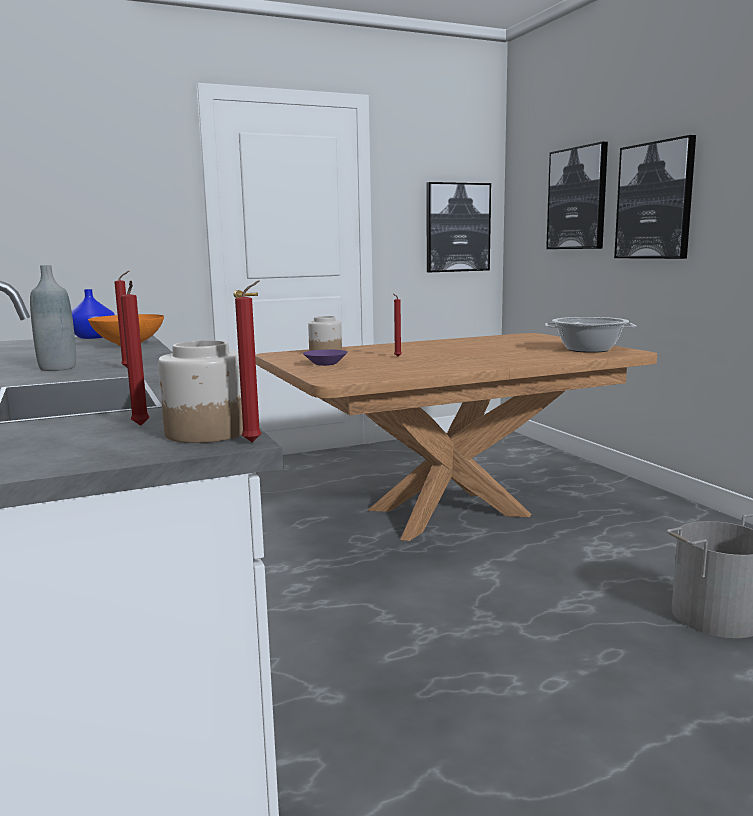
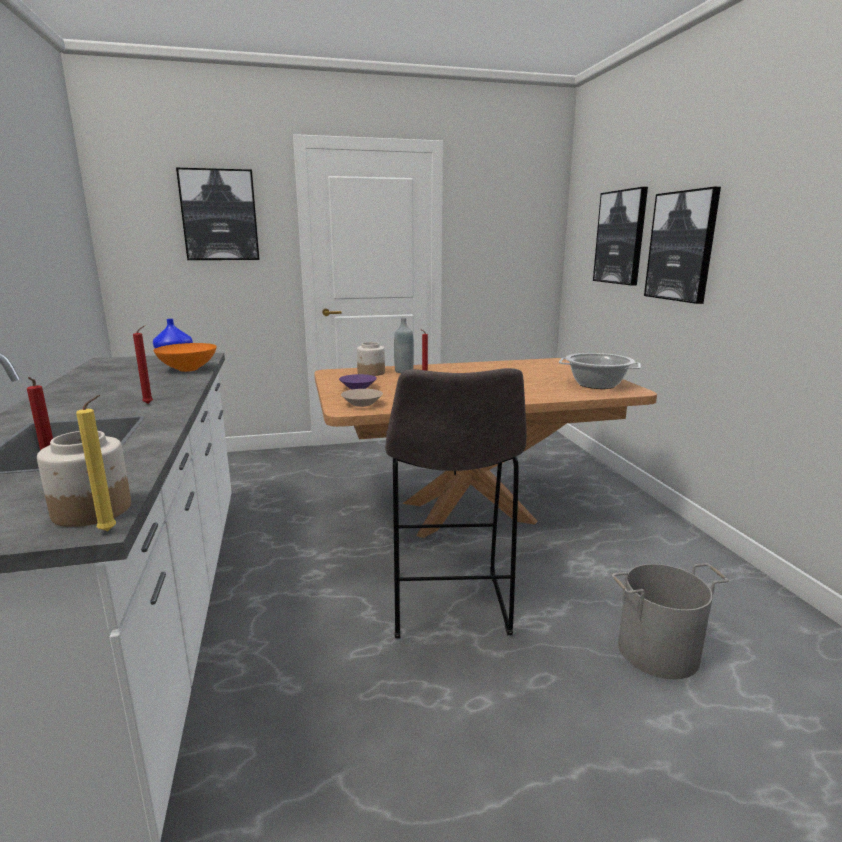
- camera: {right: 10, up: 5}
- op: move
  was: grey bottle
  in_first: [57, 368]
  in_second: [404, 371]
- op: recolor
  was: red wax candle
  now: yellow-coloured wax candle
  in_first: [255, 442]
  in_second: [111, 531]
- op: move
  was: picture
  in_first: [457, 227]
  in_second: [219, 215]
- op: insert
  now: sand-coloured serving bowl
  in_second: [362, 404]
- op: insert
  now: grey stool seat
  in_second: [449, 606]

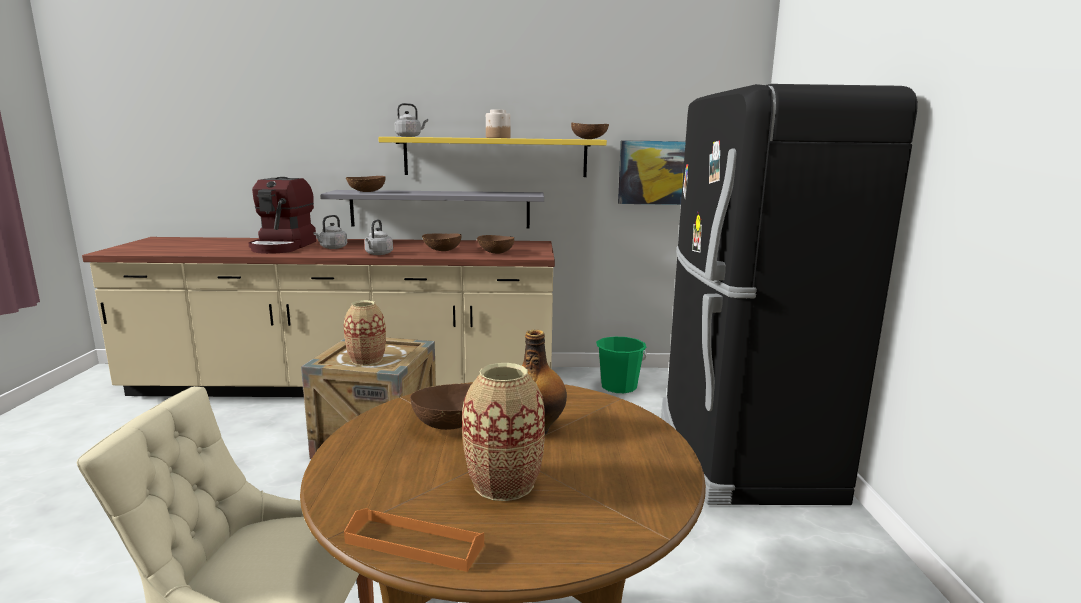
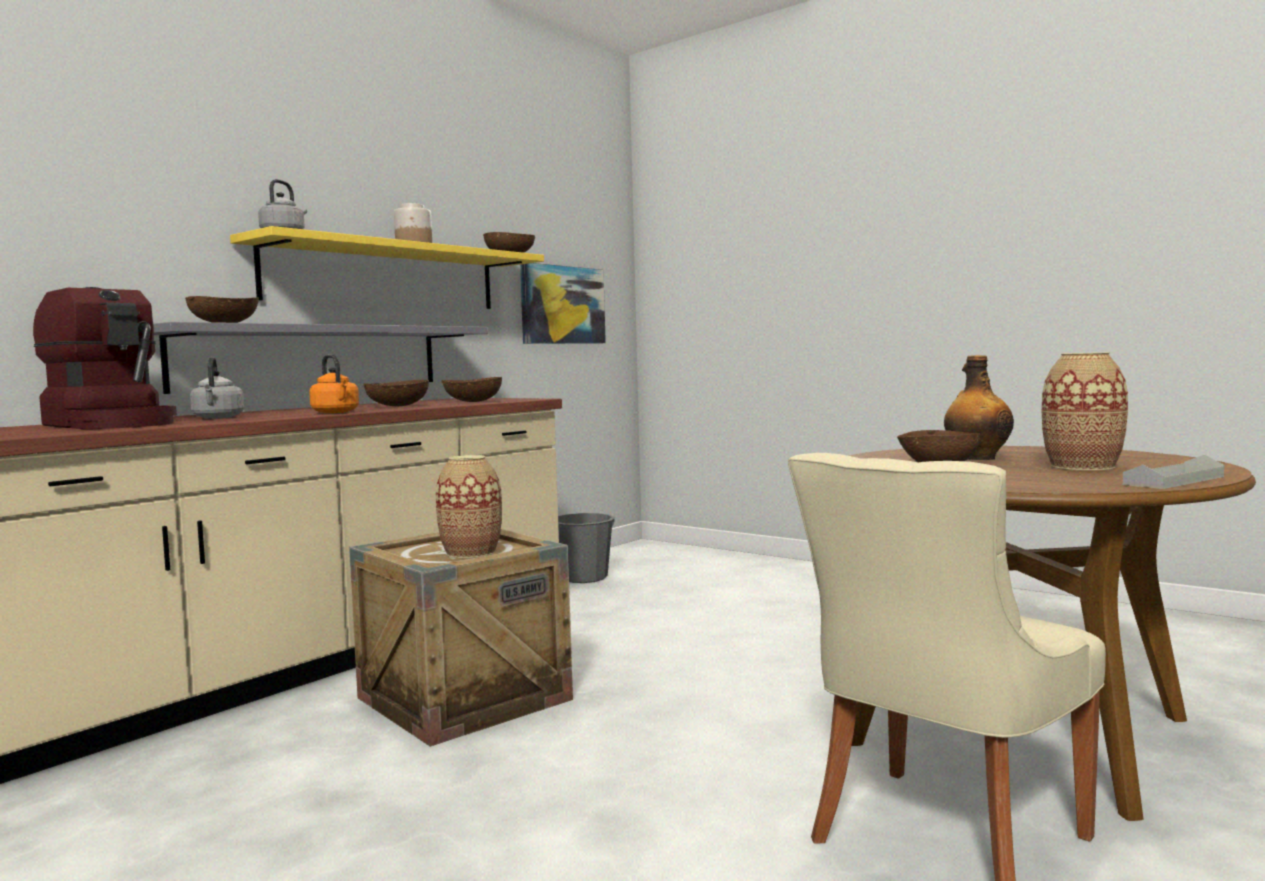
- camera: {right: -50, up: -10}
- op: recolor
  was: orange tray
  now: grey tray
  in_first: [414, 544]
  in_second: [1174, 480]
- op: recolor
  was: grey water kettle
  now: orange water kettle
  in_first: [378, 254]
  in_second: [336, 412]
- op: recolor
  was: green water bucket
  now: grey water bucket
  in_first: [619, 387]
  in_second: [583, 577]
- op: delete
  was: black-coloured refrigerator
  in_first: [739, 453]

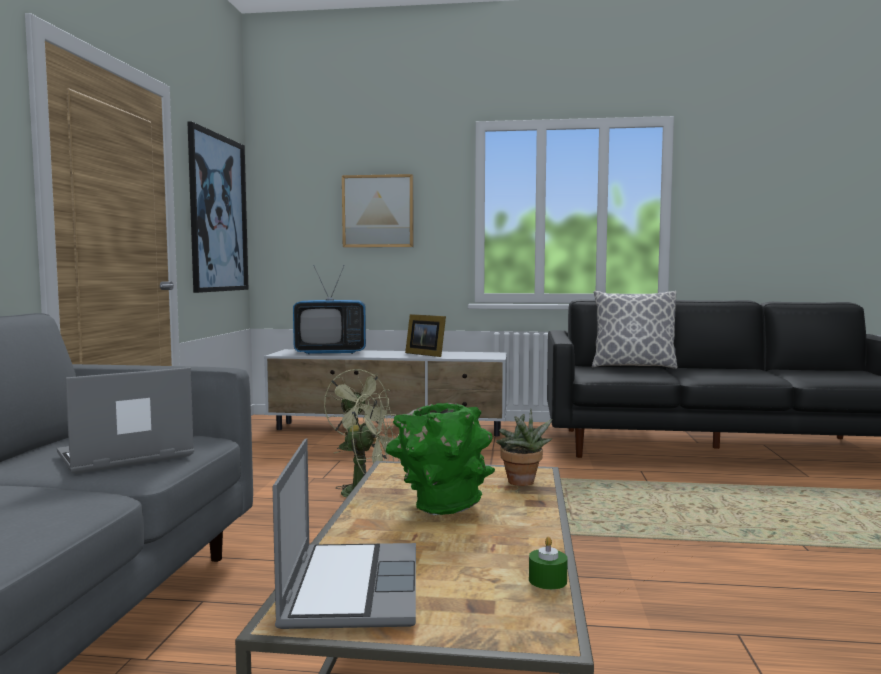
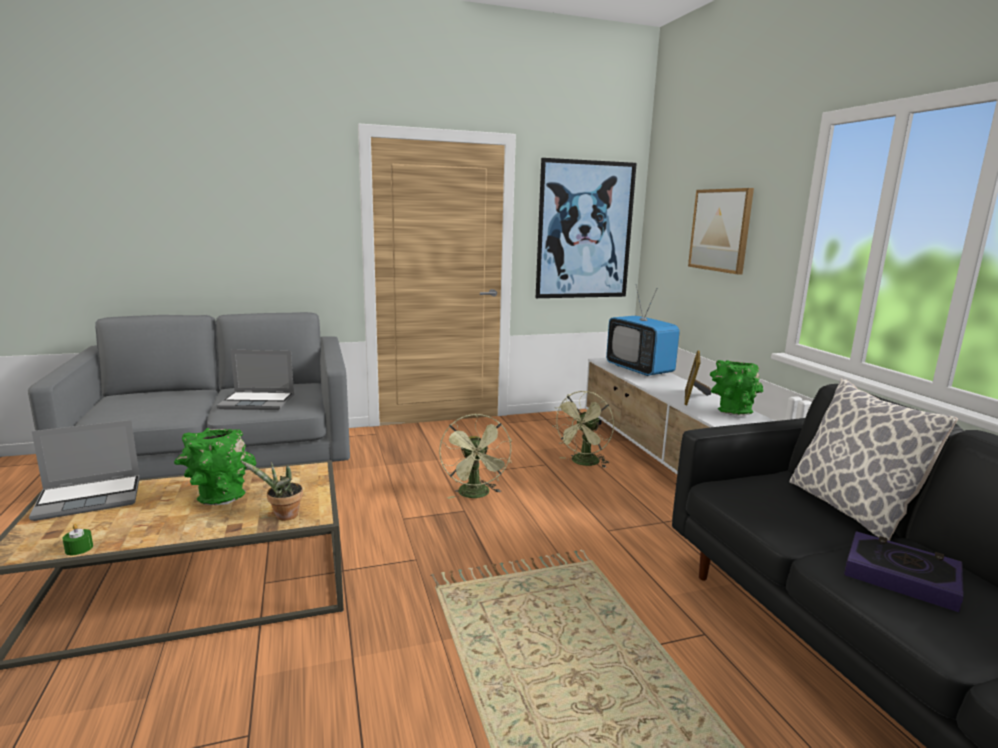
- camera: {right: 65, up: 10}
- op: rotate
  was: notebook computer
  in_first: [124, 456]
  in_second: [258, 402]
  clockwise: 150
- op: insert
  now: green flower vase
  in_second: [731, 412]
- op: insert
  now: book
  in_second: [901, 576]

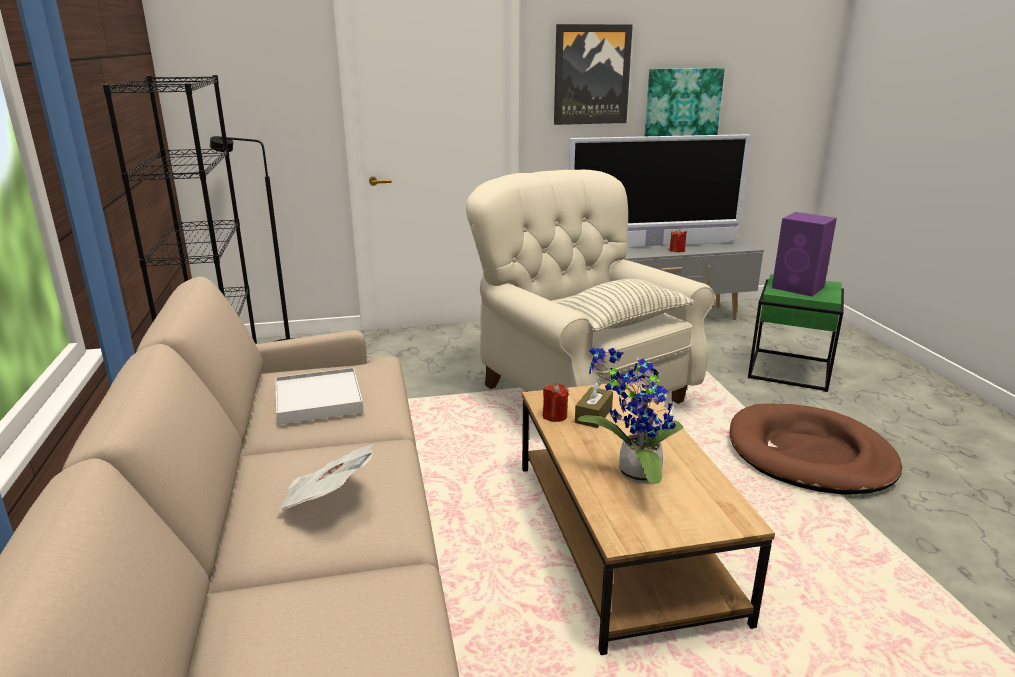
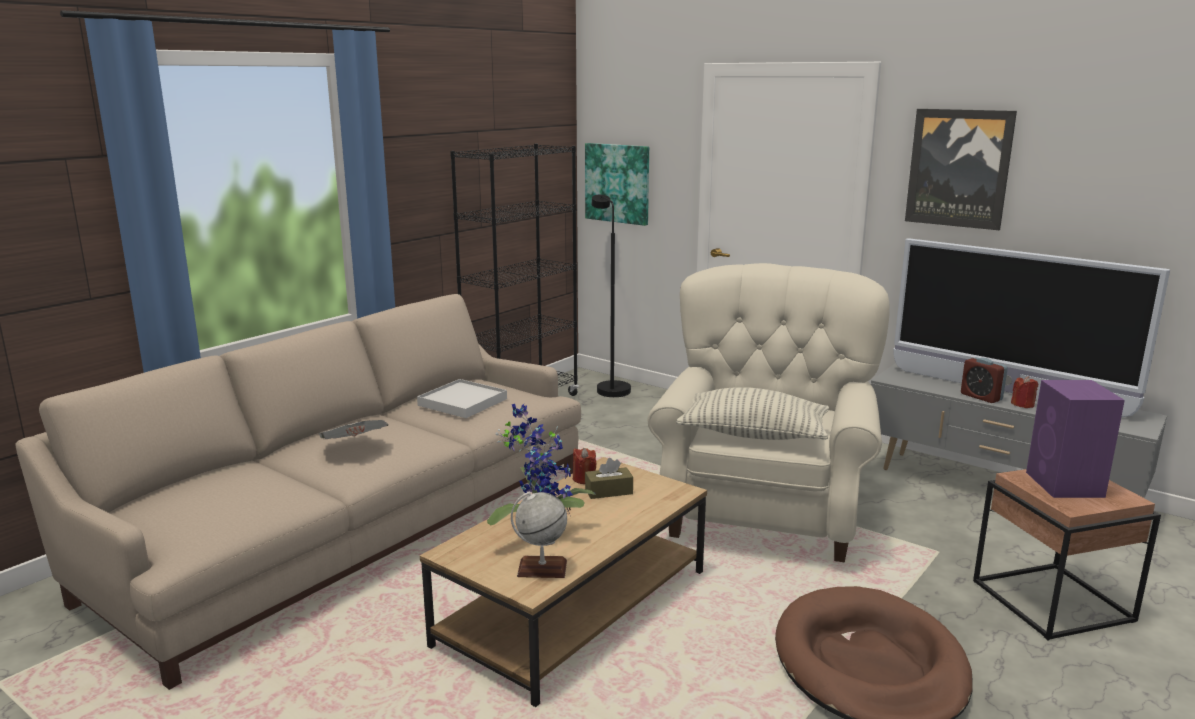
- camera: {right: 50, up: -5}
- op: move
  was: picture
  in_first: [682, 109]
  in_second: [618, 183]
- op: recolor
  was: green end table
  now: brownish end table
  in_first: [790, 370]
  in_second: [1054, 602]
- op: insert
  now: globe
  in_second: [542, 568]
- op: insert
  now: alarm clock
  in_second: [981, 397]

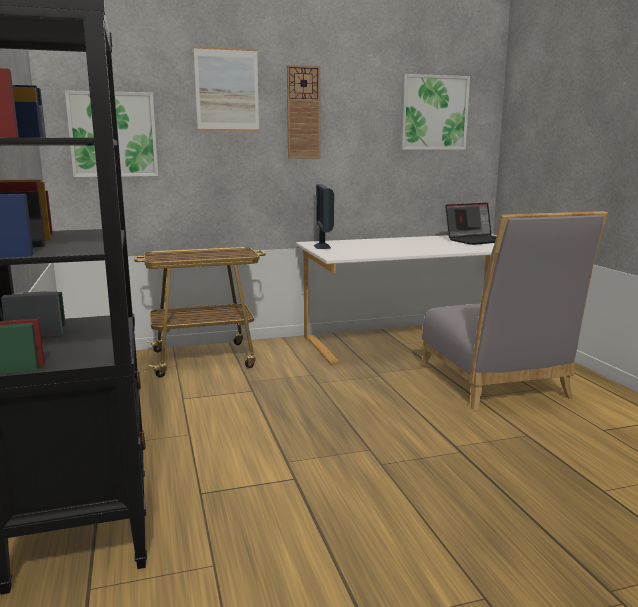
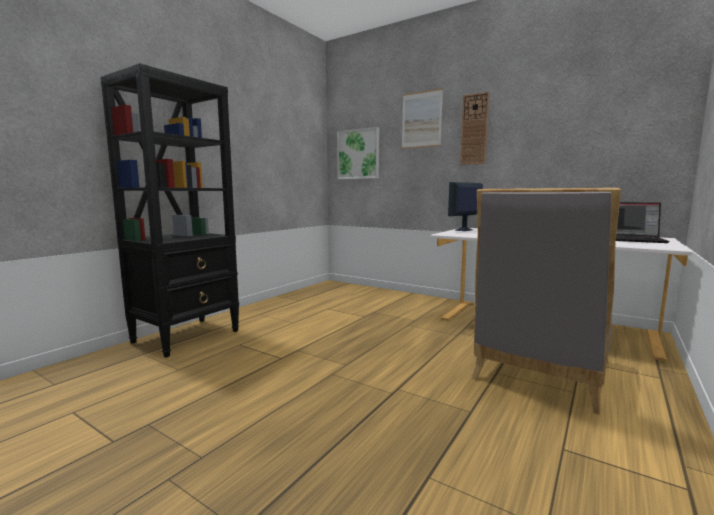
- camera: {right: 50, up: -5}
- op: delete
  was: cart
  in_first: [205, 359]
- op: delete
  was: picture
  in_first: [433, 113]

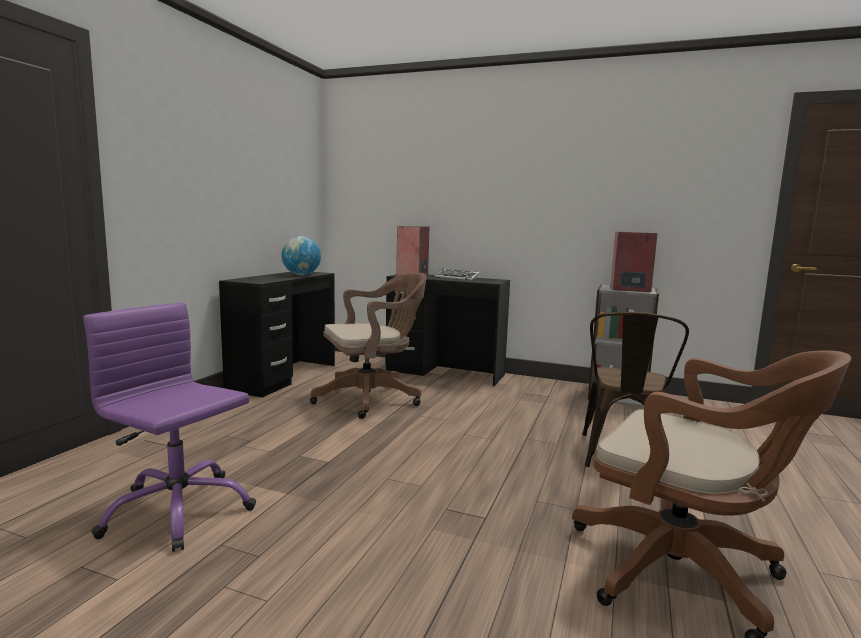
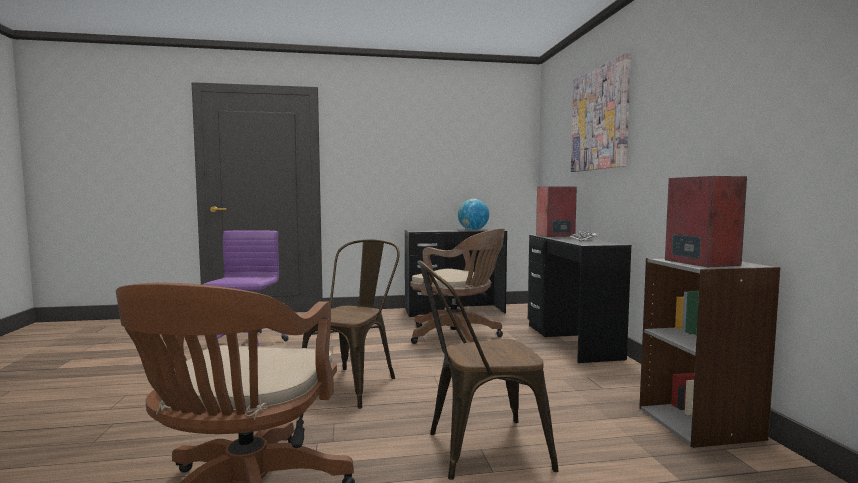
- camera: {right: 60, up: -5}
- op: insert
  now: brownish upright chair
  in_second: [353, 383]
- op: insert
  now: picture
  in_second: [600, 119]

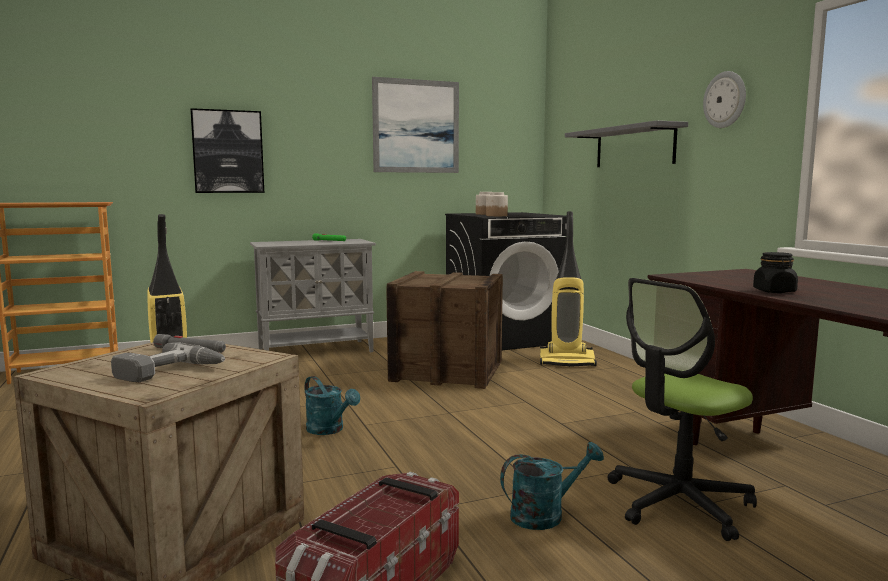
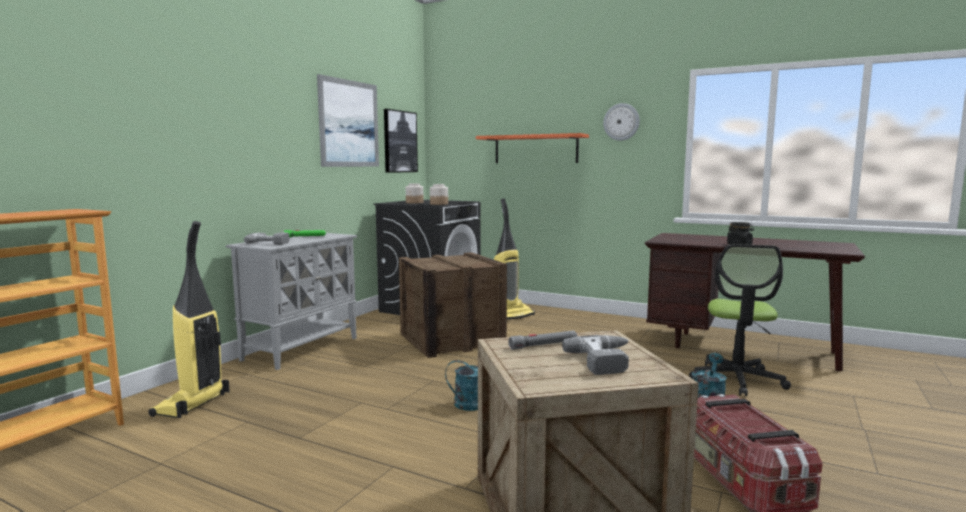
- camera: {right: -40, up: 0}
- op: move
  was: picture
  in_first: [228, 152]
  in_second: [399, 141]
- op: recolor
  was: grey wall shelf
  now: orange wall shelf
  in_first: [634, 147]
  in_second: [535, 149]
- op: insert
  now: drill
  in_second: [270, 242]

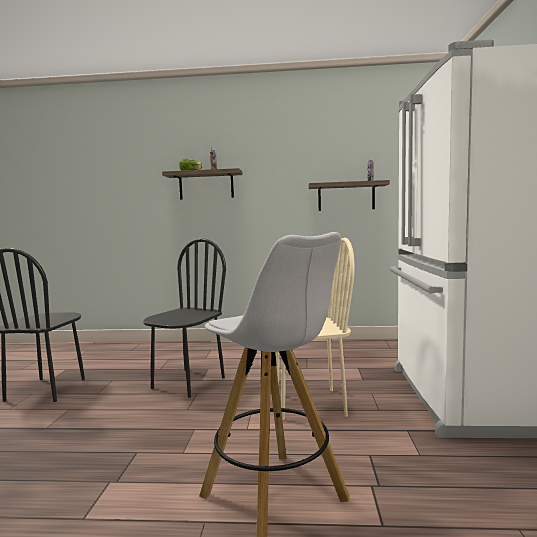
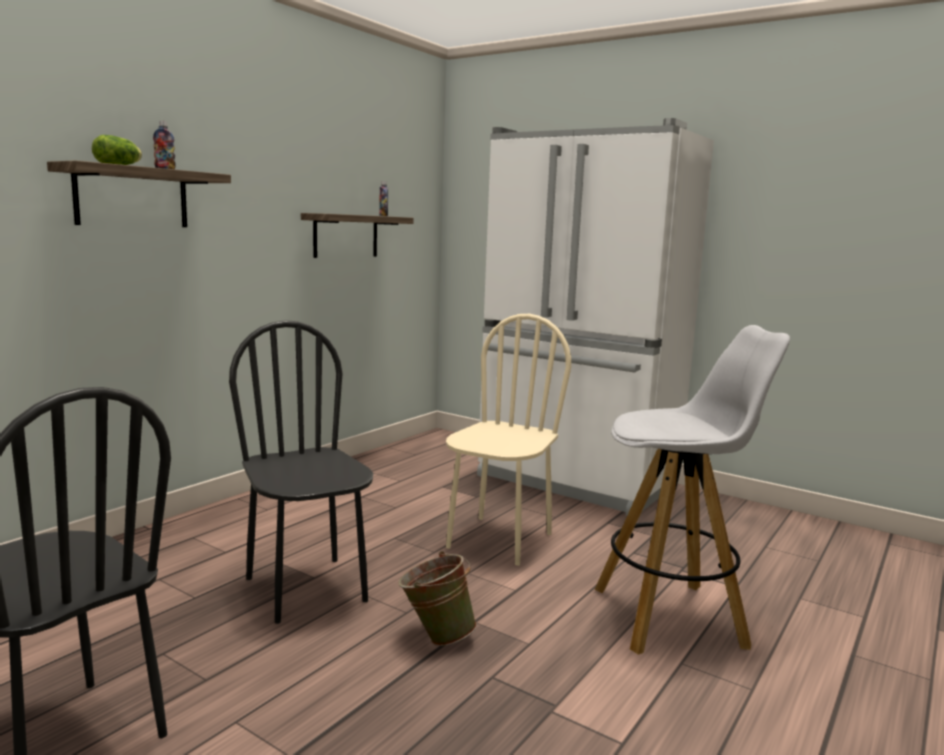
- camera: {right: -60, up: 5}
- op: insert
  now: green water bucket
  in_second: [436, 637]

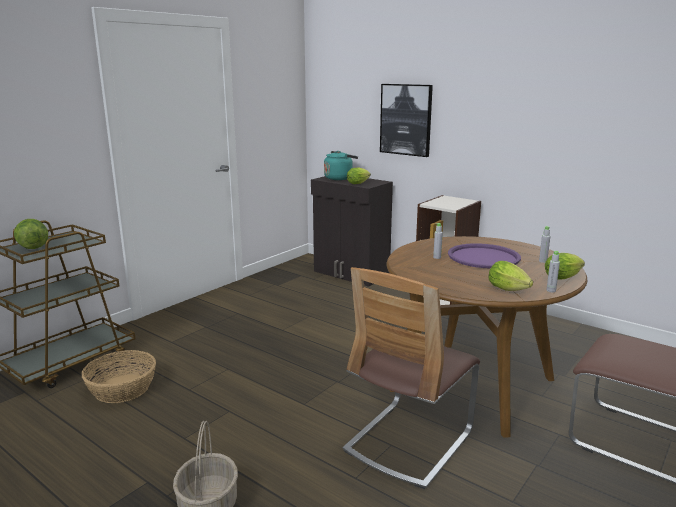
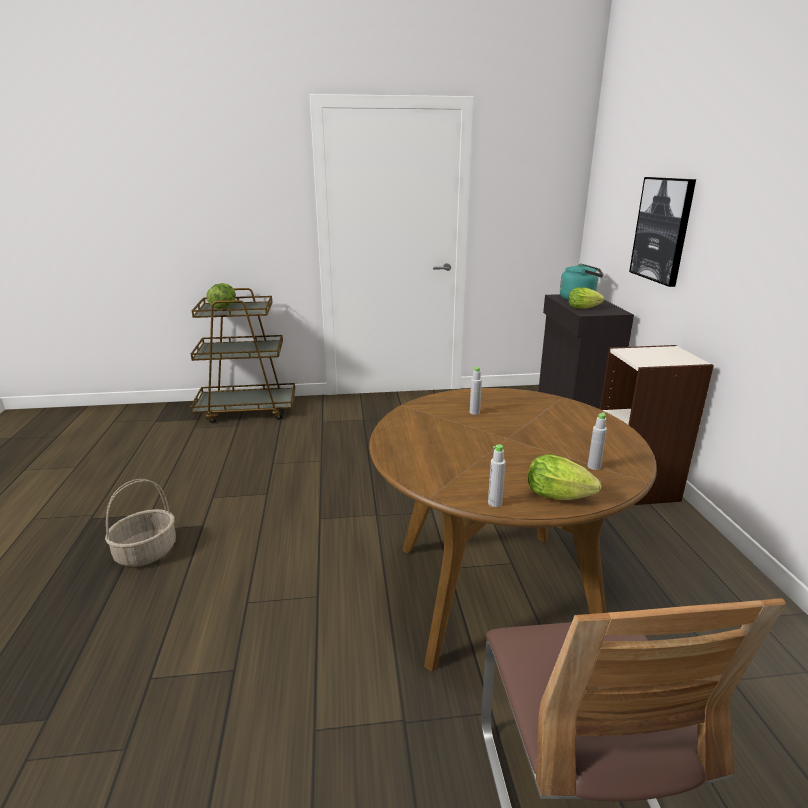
- camera: {right: 45, up: 5}
- op: delete
  was: household basket
  in_first: [123, 388]
- op: delete
  was: upright chair
  in_first: [409, 441]
- op: delete
  was: purplish tray
  in_first: [483, 257]
- op: delete
  was: lettuce
  in_first: [510, 290]

